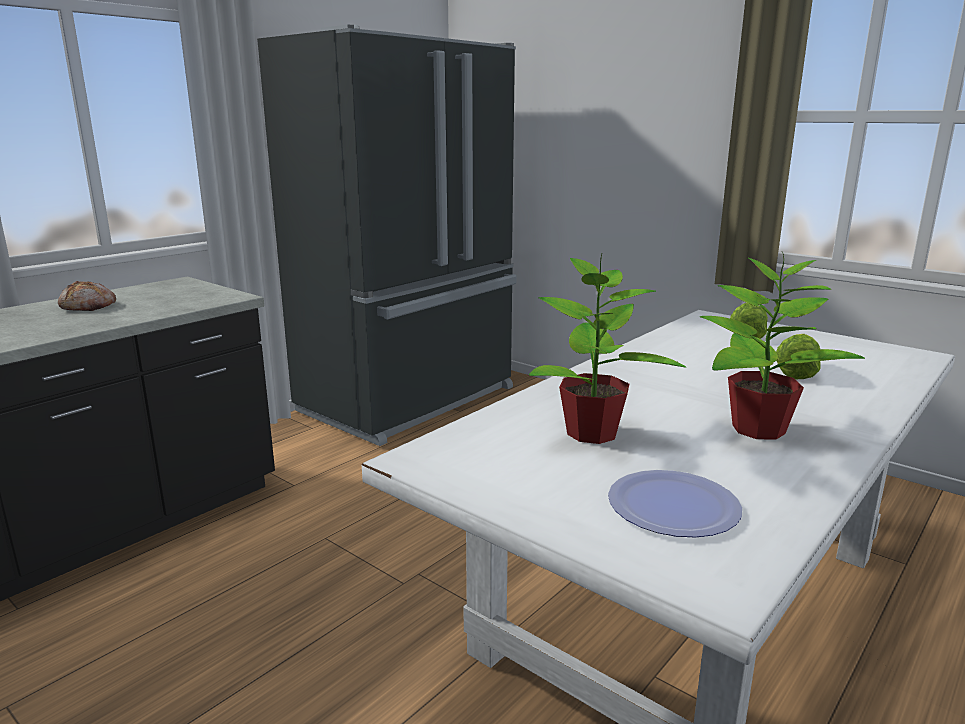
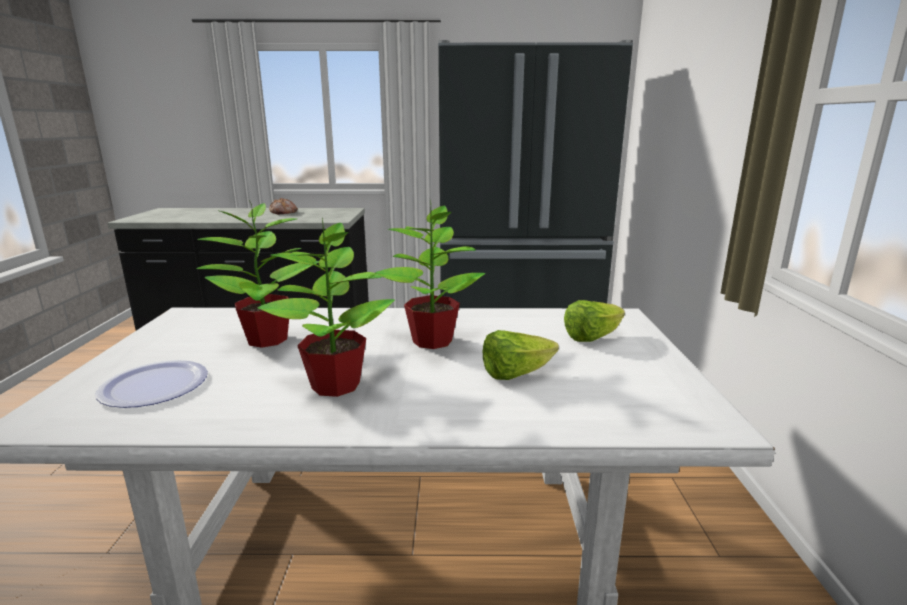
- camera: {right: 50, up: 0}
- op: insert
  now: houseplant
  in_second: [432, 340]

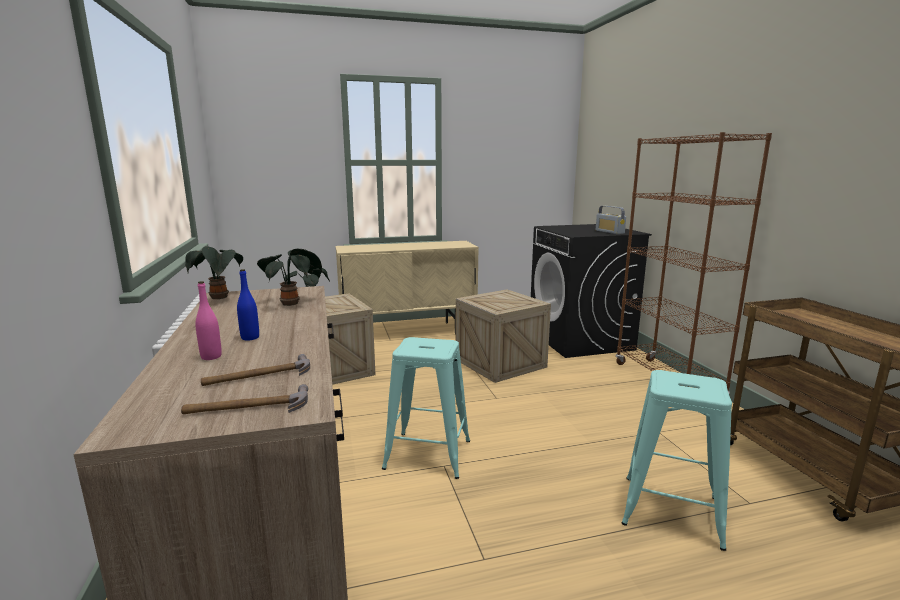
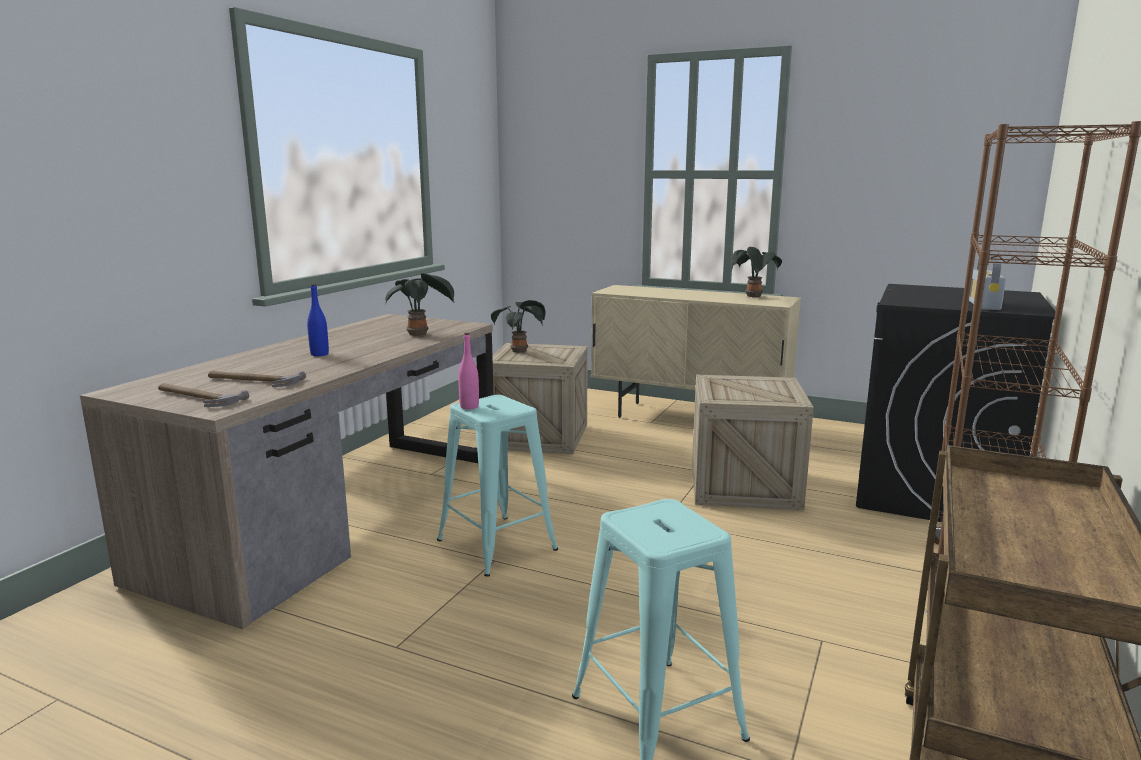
- camera: {right: 40, up: 0}
- op: move
  was: houseplant
  in_first: [220, 298]
  in_second: [754, 297]
- op: move
  was: pink bottle
  in_first: [211, 357]
  in_second: [469, 407]

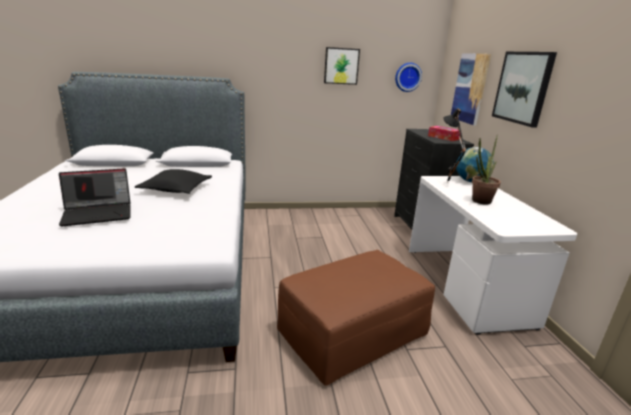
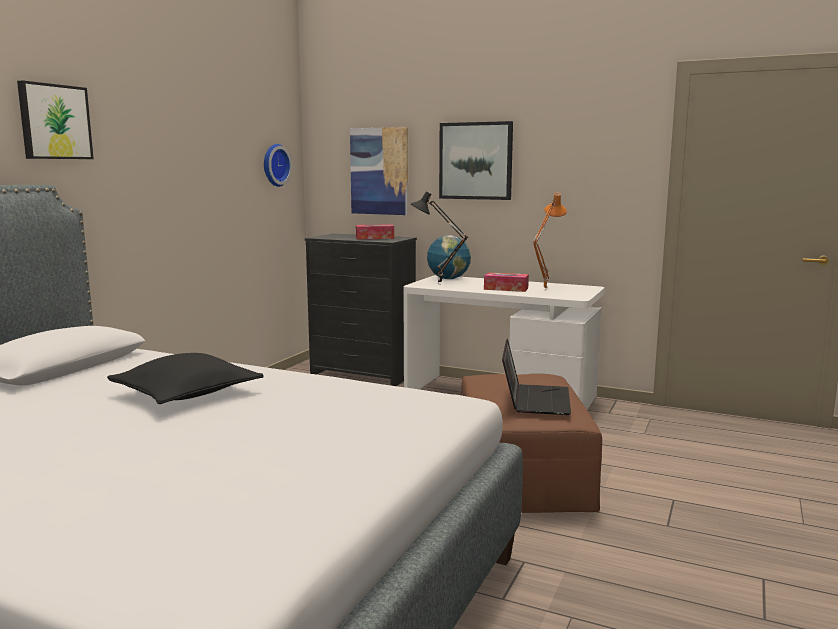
- camera: {right: -55, up: -10}
- op: move
  was: notebook computer
  in_first: [99, 213]
  in_second: [534, 400]
- op: move
  was: picture
  in_first: [341, 66]
  in_second: [54, 122]
- op: replace
  was: houseplant
  now: tissue holder
  in_first: [479, 202]
  in_second: [506, 288]
- op: insert
  now: orange table lamp
  in_second: [543, 290]

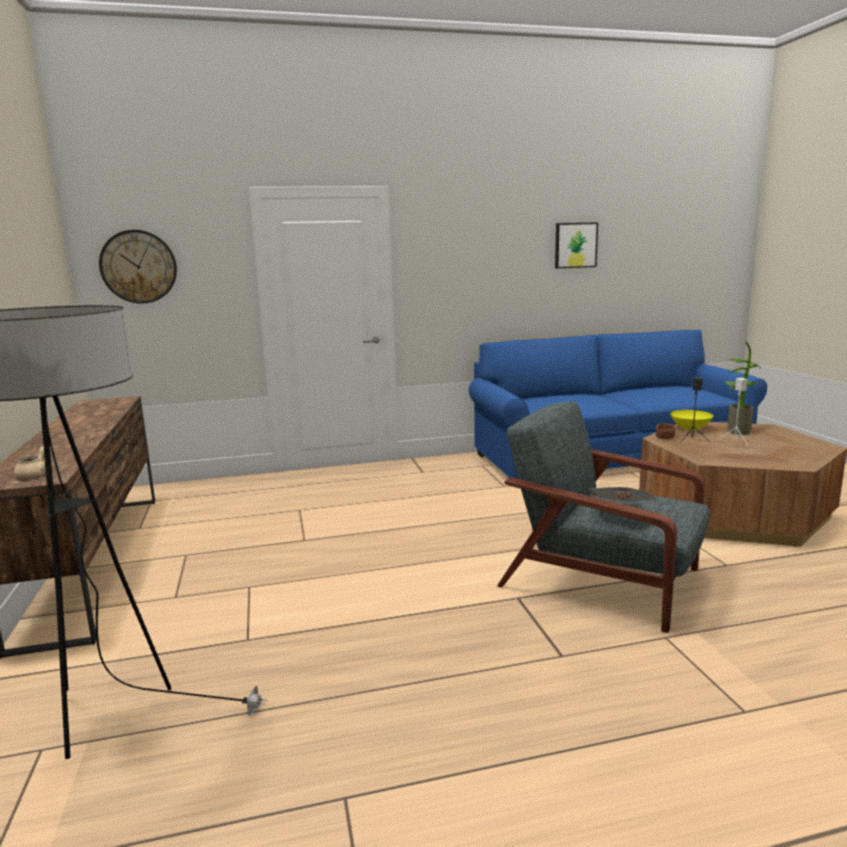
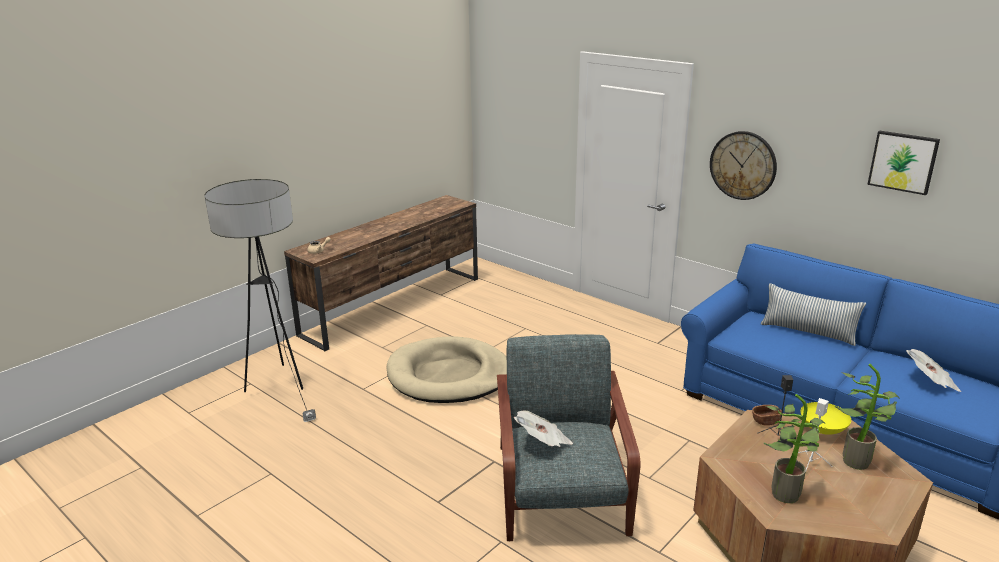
- camera: {right: 55, up: 10}
- op: move
  was: hanging clock
  in_first: [138, 267]
  in_second: [743, 165]
- op: insert
  now: sand-coloured dog cushion
  in_second: [448, 375]
- op: insert
  now: cushion
  in_second: [808, 332]
- op: insert
  now: houseplant
  in_second: [785, 491]
- op: insert
  now: printed paper
  in_second: [930, 382]

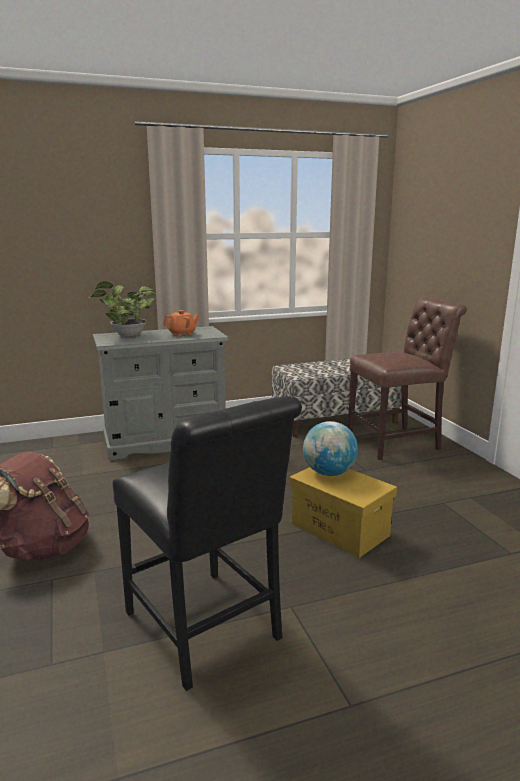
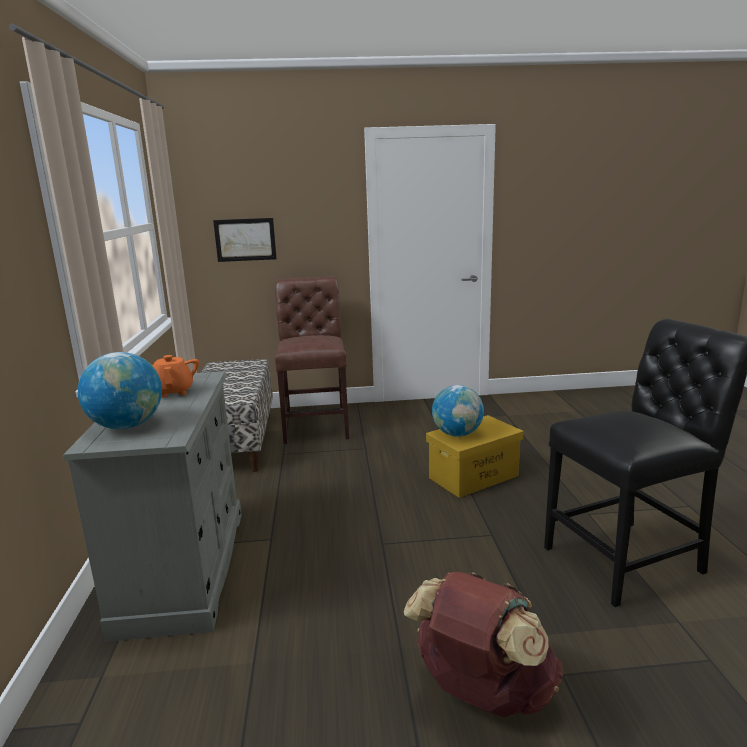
- camera: {right: -75, up: 0}
- op: replace
  was: houseplant
  now: globe
  in_first: [126, 335]
  in_second: [127, 426]
- op: insert
  now: picture
  in_second: [245, 239]

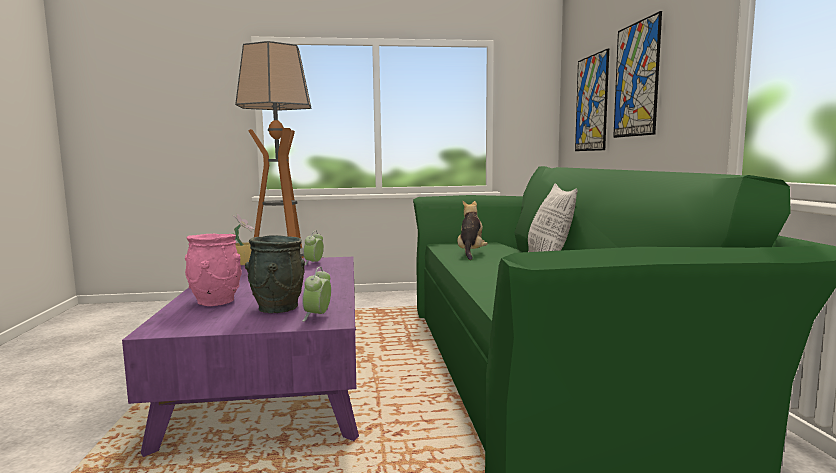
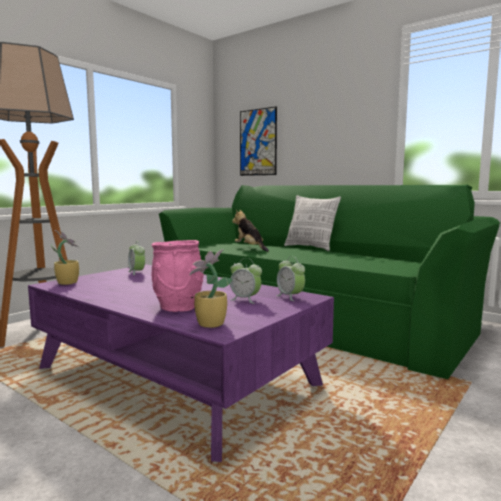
- camera: {right: -45, up: 0}
- op: replace
  was: grey flower vase
  now: alarm clock
  in_first: [277, 308]
  in_second: [245, 299]
- op: delete
  was: picture
  in_first: [636, 79]
- op: insert
  now: houseplant
  in_second: [209, 324]

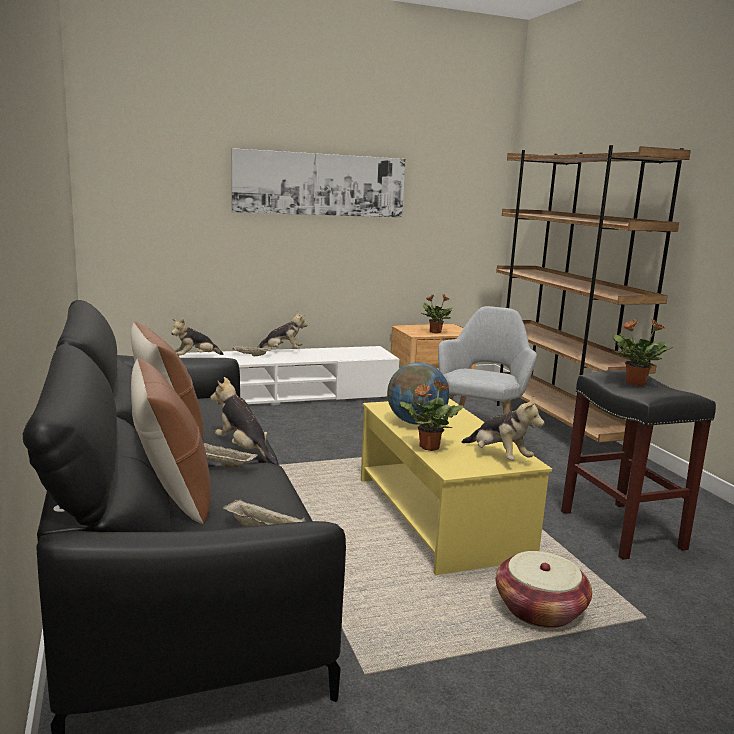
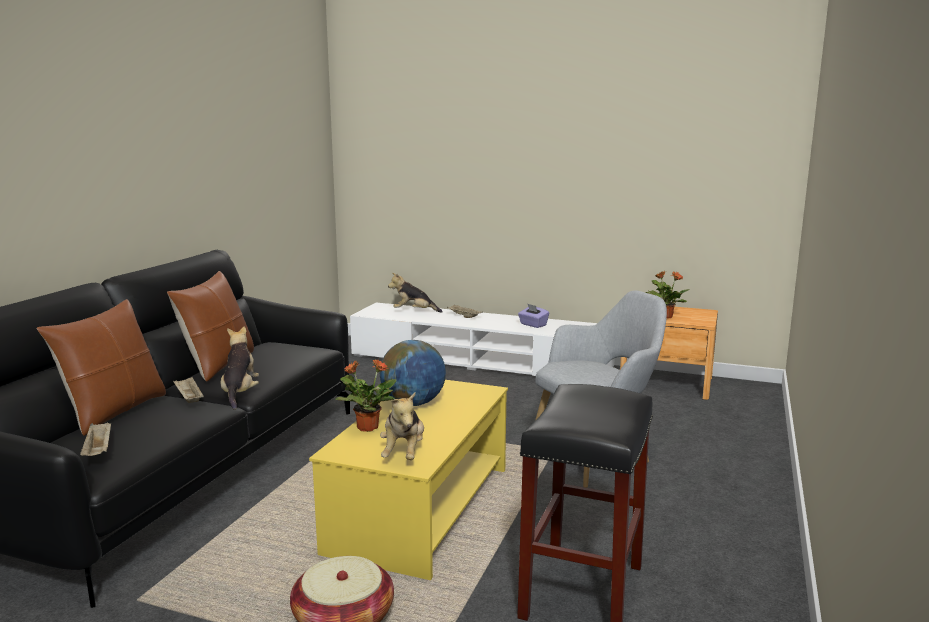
- camera: {right: 40, up: 0}
- op: delete
  was: picture
  in_first: [320, 184]
- op: delete
  was: cuddly toy
  in_first: [282, 351]
- op: delete
  was: brownish bookshelf
  in_first: [554, 424]
- op: delete
  was: houseplant
  in_first: [634, 383]
- op: insert
  now: purplish tissue holder
  in_second: [533, 325]

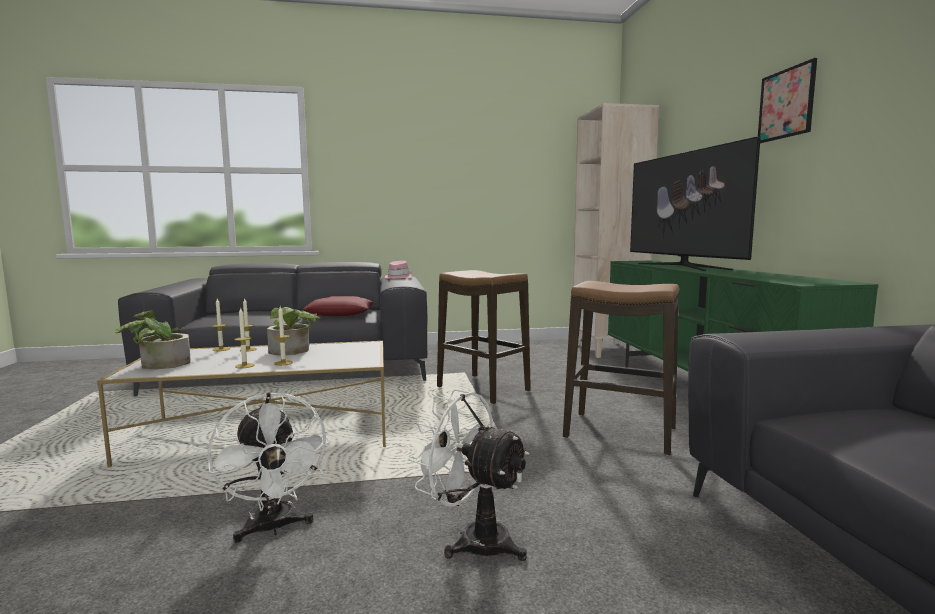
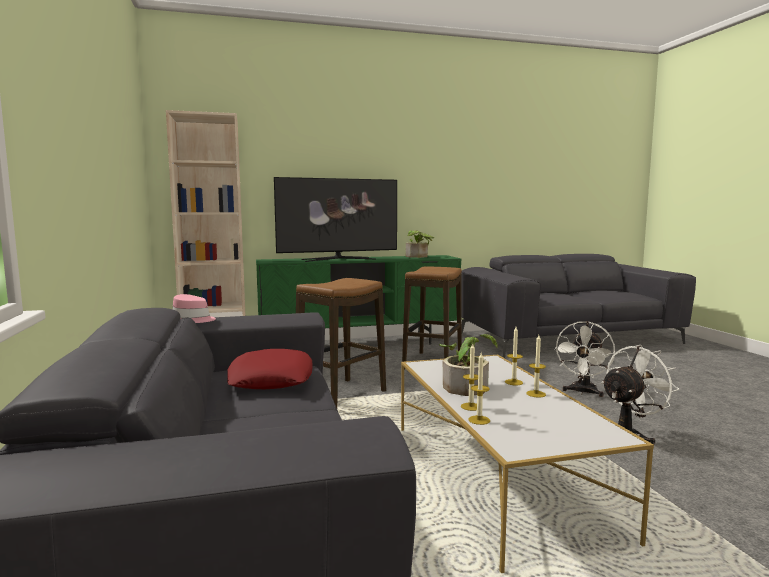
- camera: {right: -95, up: 0}
- op: move
  was: houseplant
  in_first: [159, 364]
  in_second: [418, 256]
- op: delete
  was: picture
  in_first: [786, 103]

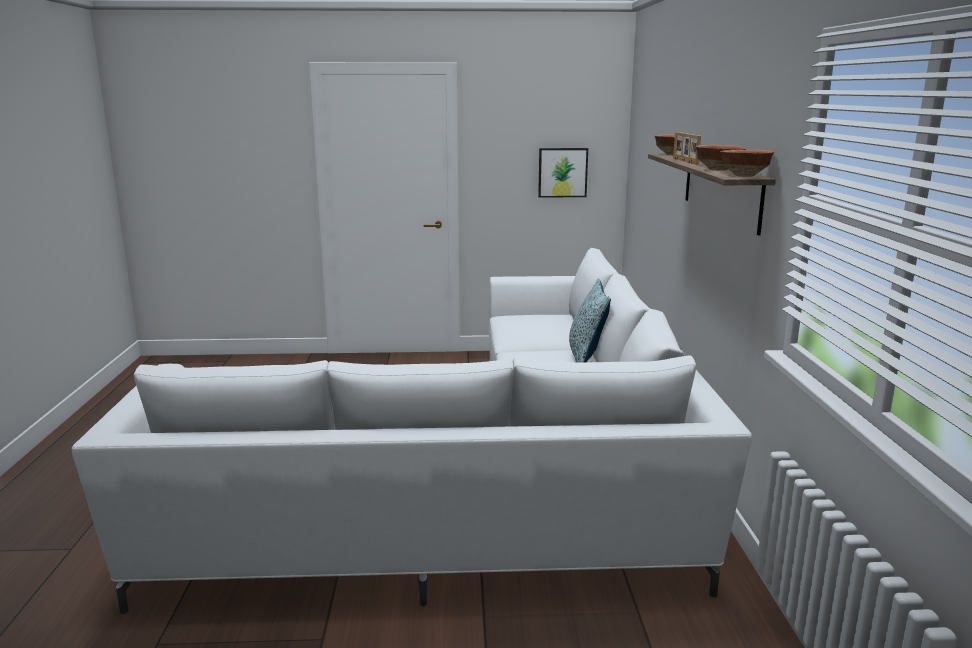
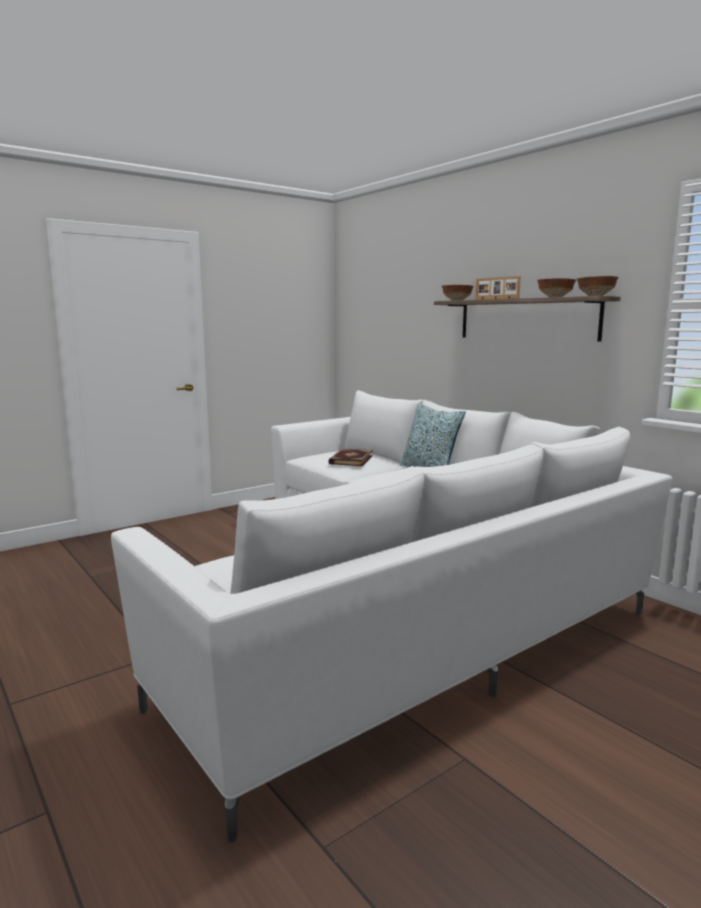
- camera: {right: -35, up: -5}
- op: delete
  was: picture
  in_first: [562, 172]
- op: insert
  now: book
  in_second: [350, 460]

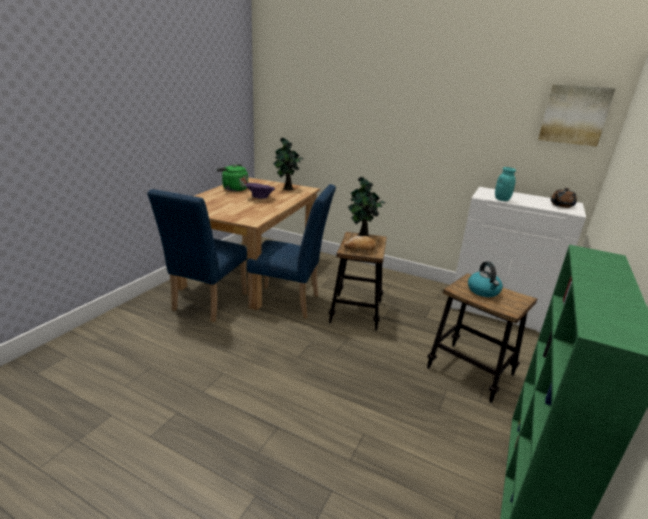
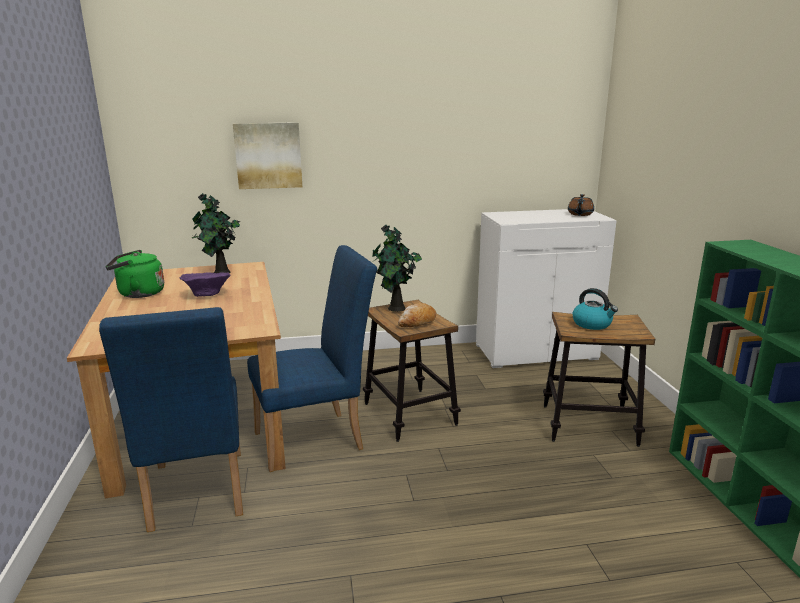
- camera: {right: -35, up: -5}
- op: delete
  was: turquoise preserve jar
  in_first: [502, 199]
- op: move
  was: picture
  in_first: [574, 115]
  in_second: [268, 155]

